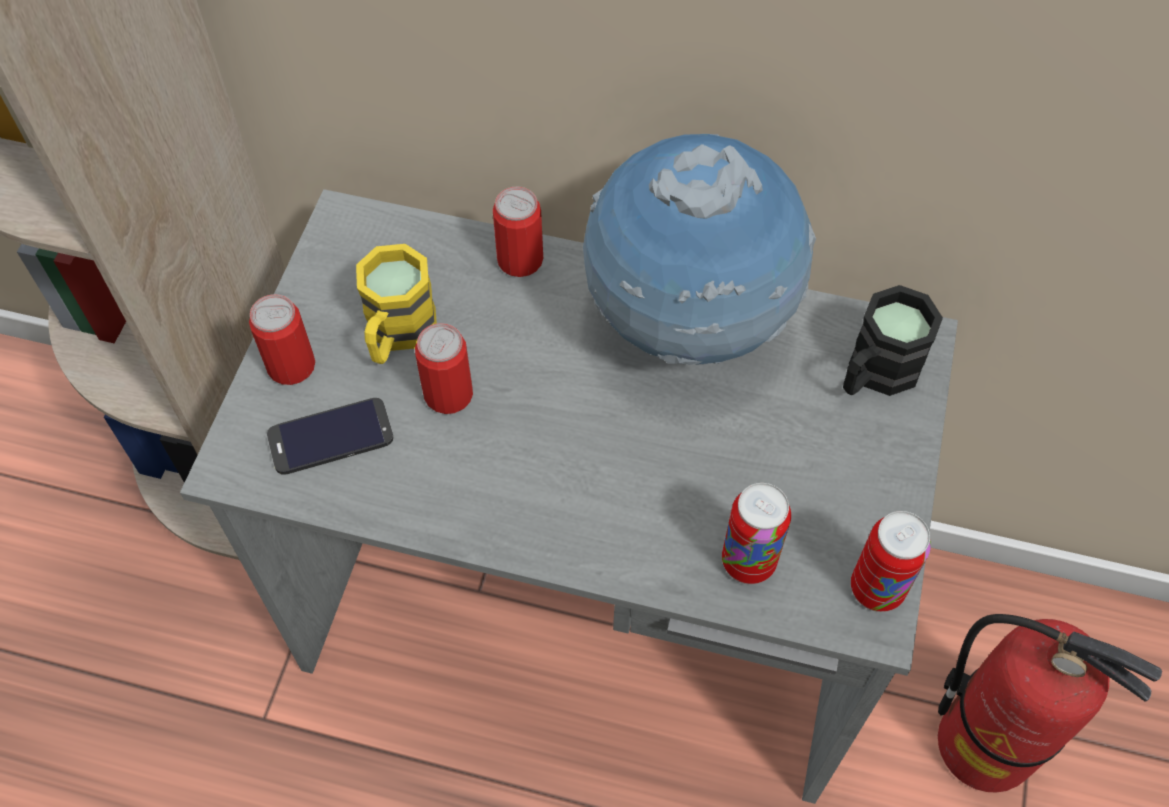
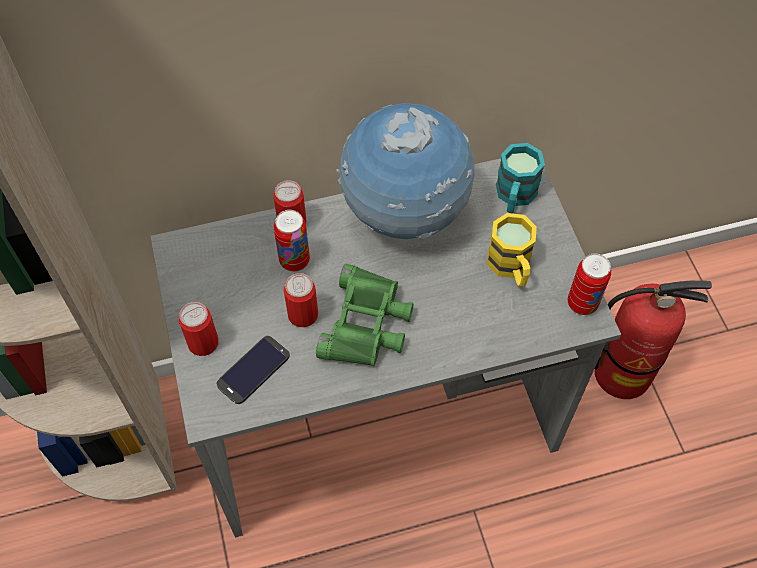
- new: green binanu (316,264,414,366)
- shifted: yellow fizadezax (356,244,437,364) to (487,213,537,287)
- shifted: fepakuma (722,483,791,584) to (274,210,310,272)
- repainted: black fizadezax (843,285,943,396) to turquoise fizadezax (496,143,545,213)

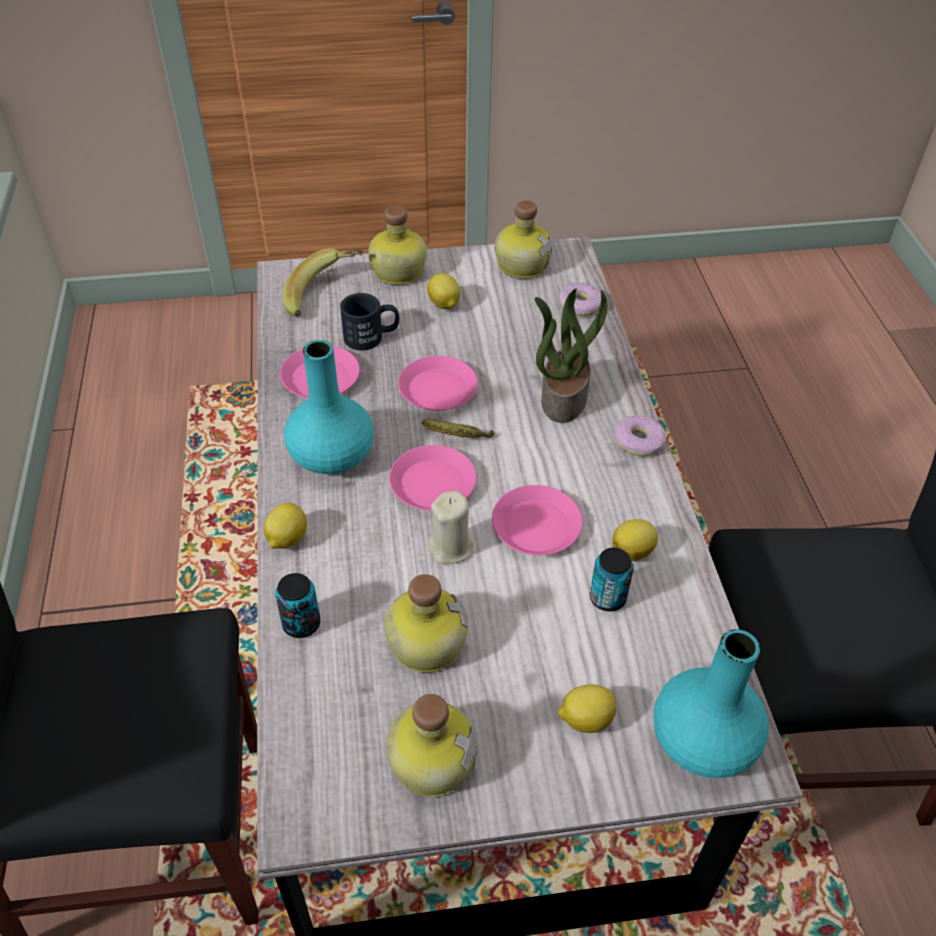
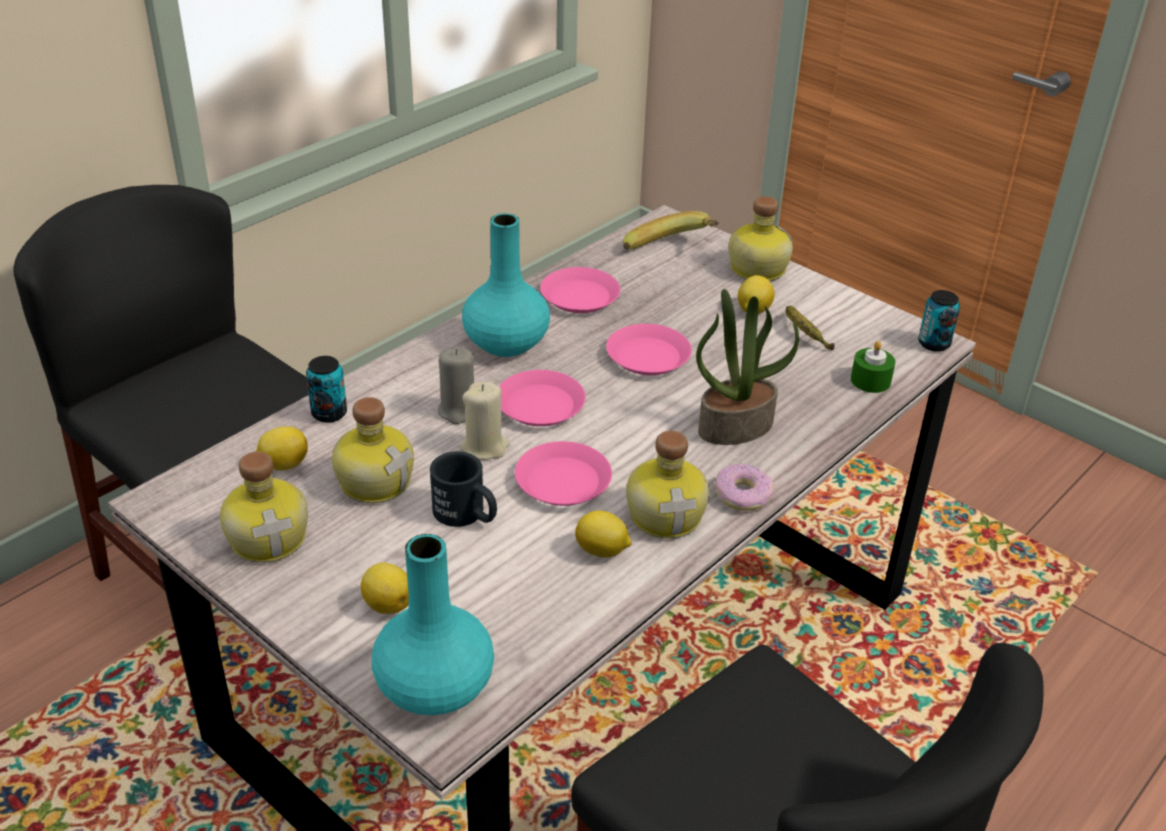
- new: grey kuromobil (438,347,474,424)
- shifted: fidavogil (263,502,307,549) to (255,426,308,470)
- shifted: black fizadezax (340,293,399,350) to (430,451,497,527)
- shifted: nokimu (421,419,494,438) to (786,306,835,350)
- shifted: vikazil (495,200,554,279) to (626,431,709,539)
- shifted: fepakuma (590,547,634,612) to (918,290,960,352)
- swapped: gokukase (559,282,601,316) to green kuromobil (851,341,895,393)

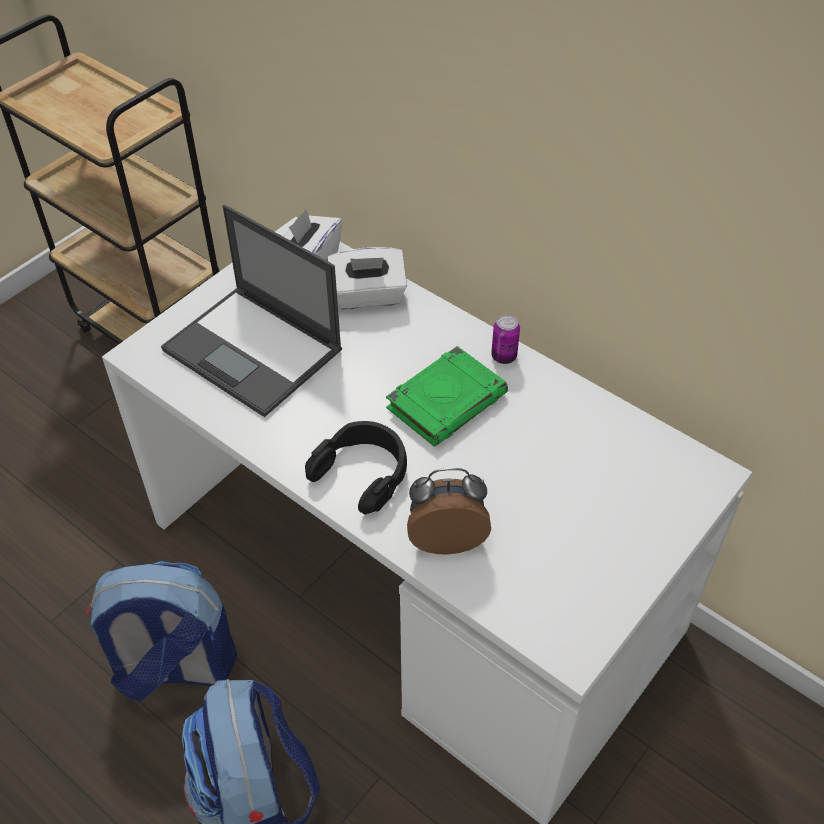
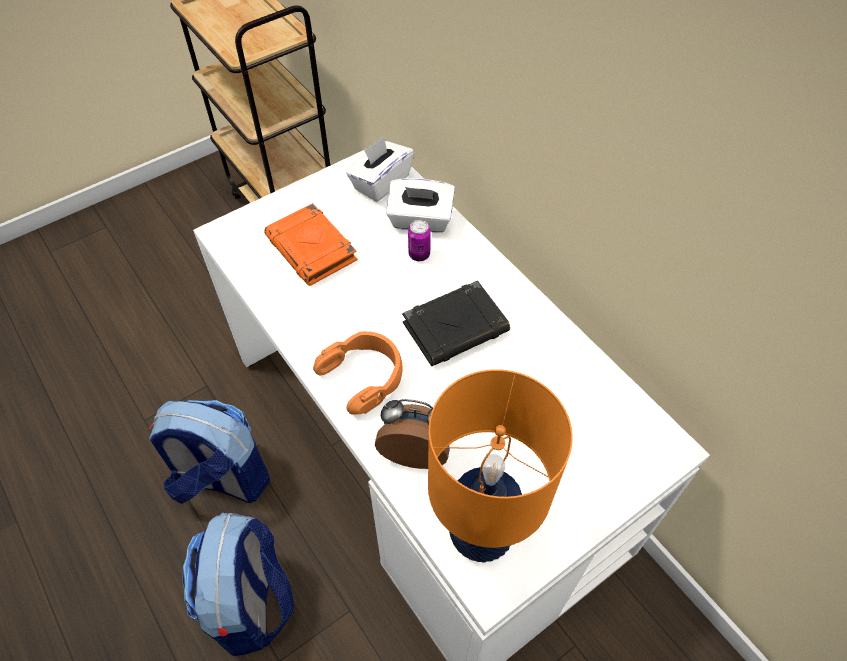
- new: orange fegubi (428,369,573,563)
- shifted: fepakuma (491,315,520,364) to (408,220,431,261)
- swapped: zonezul (161,205,342,417) to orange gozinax (264,203,357,286)
- repainted: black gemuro (305,421,407,514) to orange gemuro (313,331,402,415)
- repainted: green gozinax (386,346,508,447) to black gozinax (402,281,510,366)

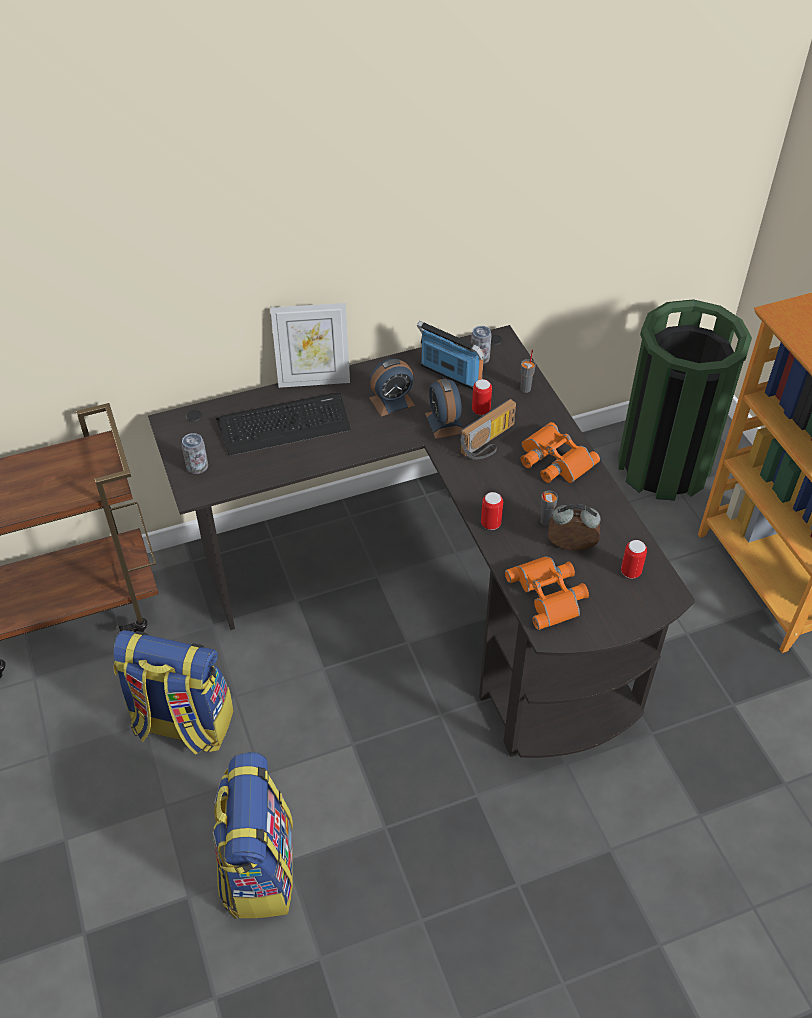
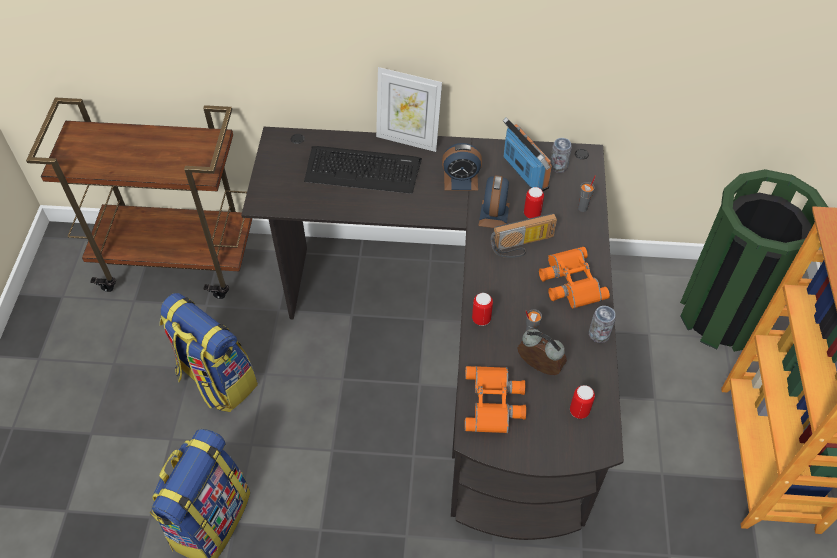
- shifted: fepakuma (182,433,208,474) to (589,306,616,343)

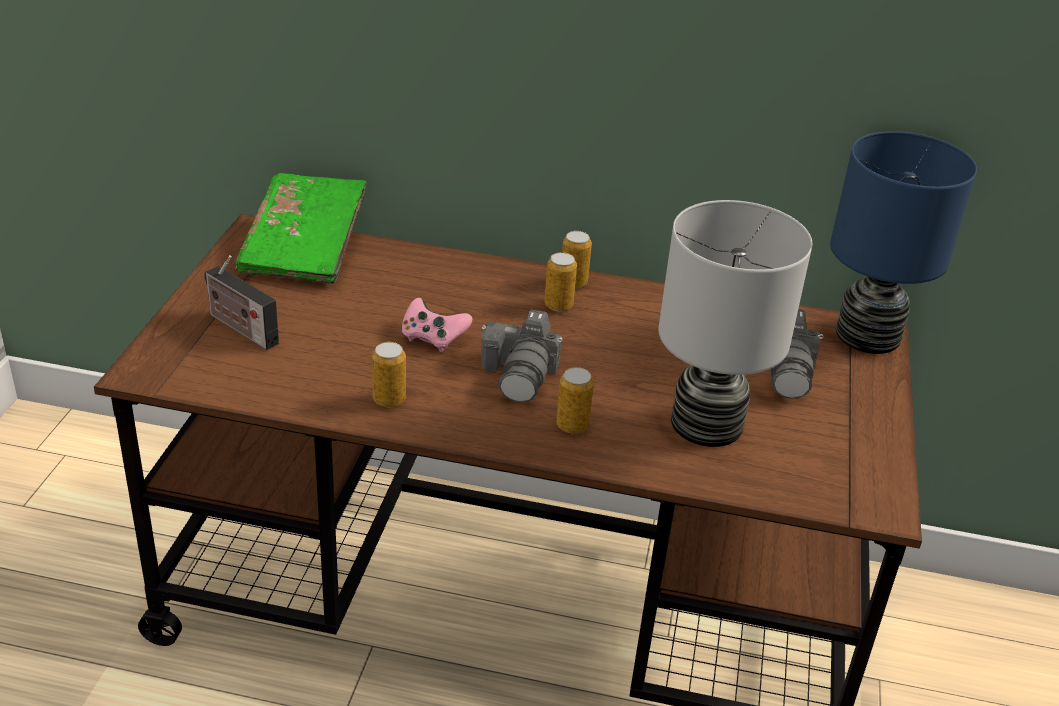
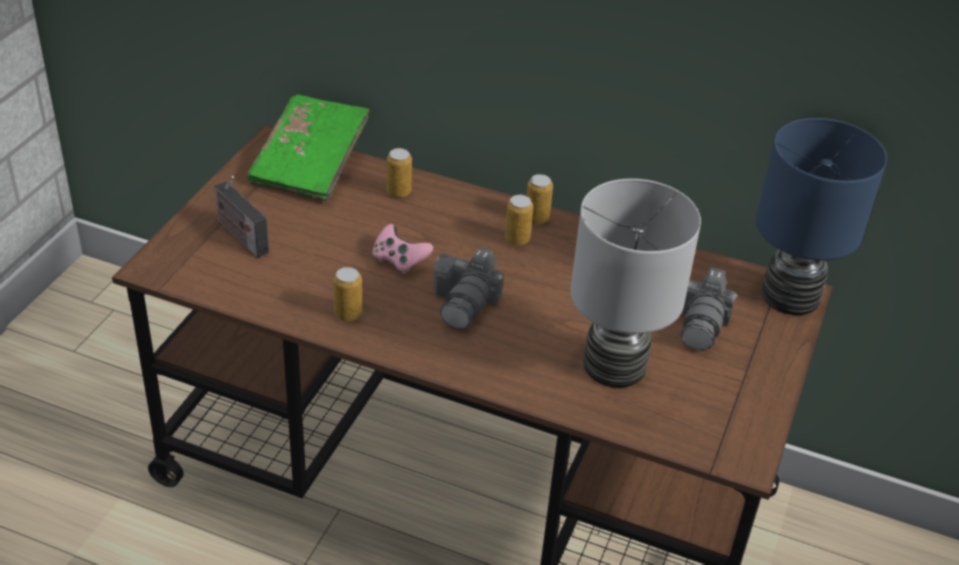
- shifted: fepakuma (556,367,594,434) to (387,148,412,198)

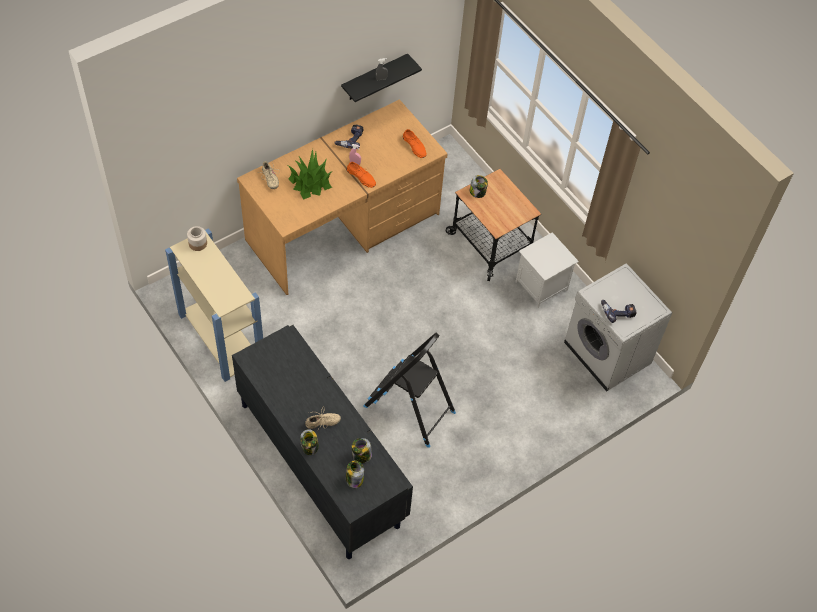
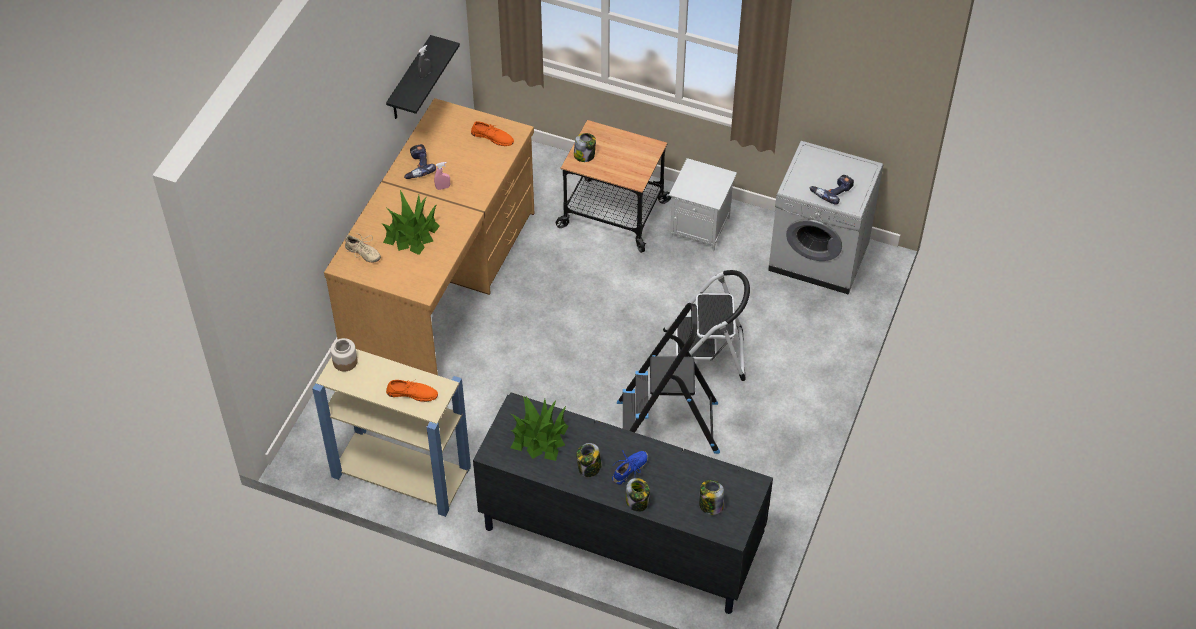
- new: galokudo (510,396,569,461)
- new: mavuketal (663,270,750,381)
- shifted: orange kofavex (347,162,376,188) to (386,380,438,402)
- shifted: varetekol (352,438,372,463) to (576,443,602,477)
- repainted: beige kofavex (305,406,341,430) to blue kofavex (612,450,648,485)

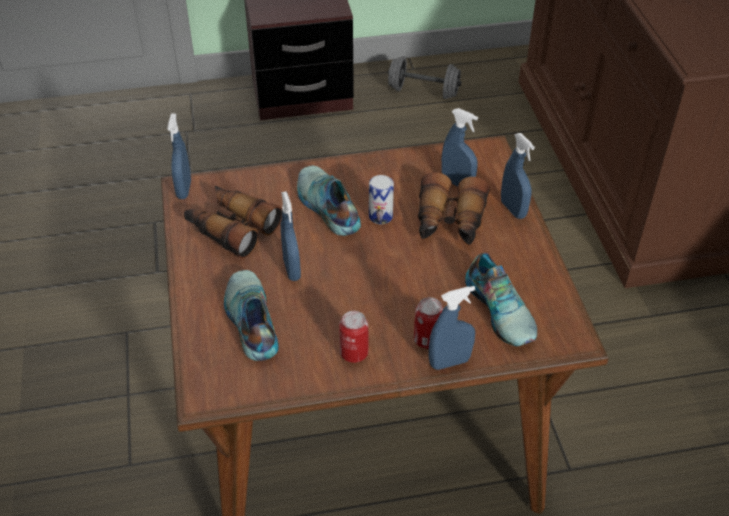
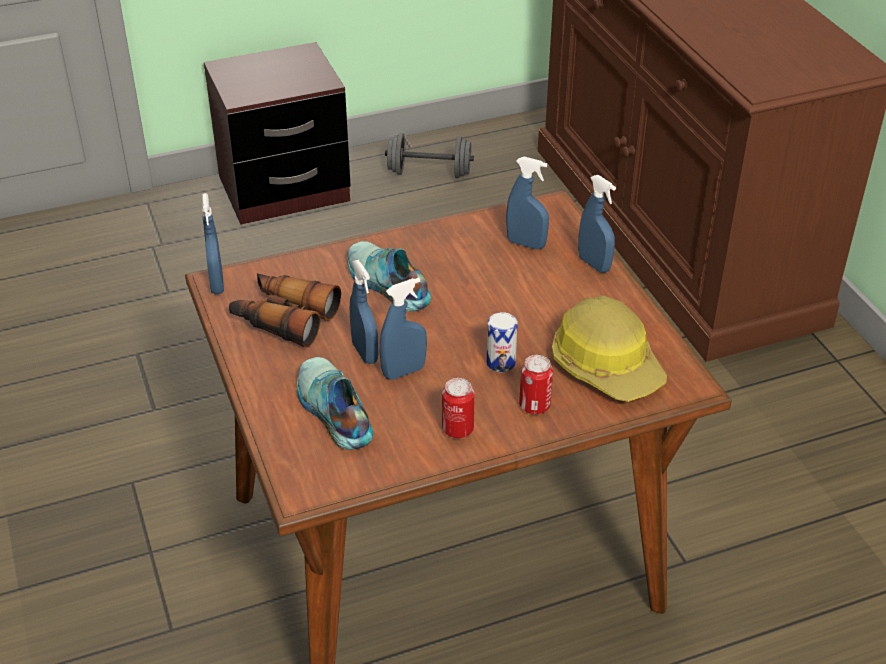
- gone: binanu (418,172,489,245)
- shifted: fepakuma (369,175,394,224) to (487,312,518,372)
- shifted: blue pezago (429,286,476,370) to (380,278,427,380)
- swapped: kofavex (465,253,537,346) to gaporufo (552,296,667,402)

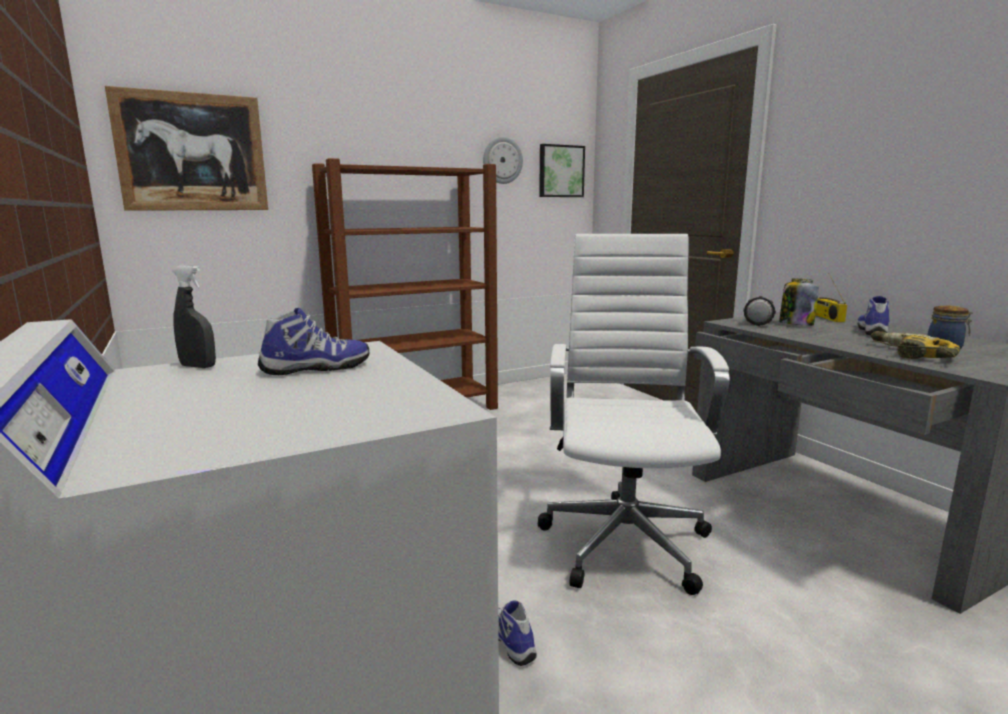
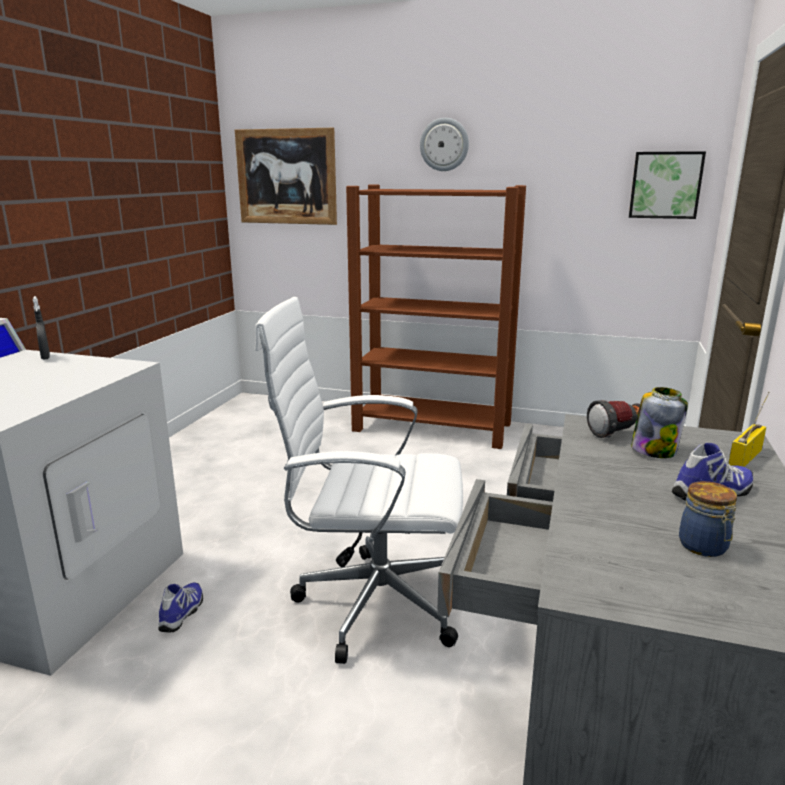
- gone: kofavex (258,308,370,375)
- gone: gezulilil (870,331,960,359)
- shifted: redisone (483,137,523,184) to (420,118,469,171)
- rotated: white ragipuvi (538,234,730,595) = (255,297,463,664) 135 degrees counterclockwise

